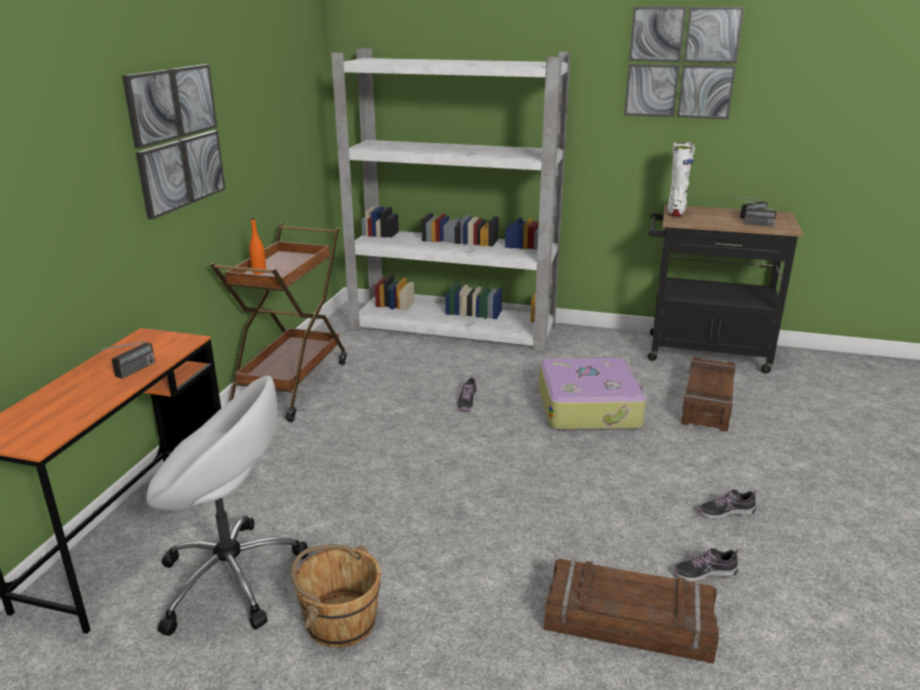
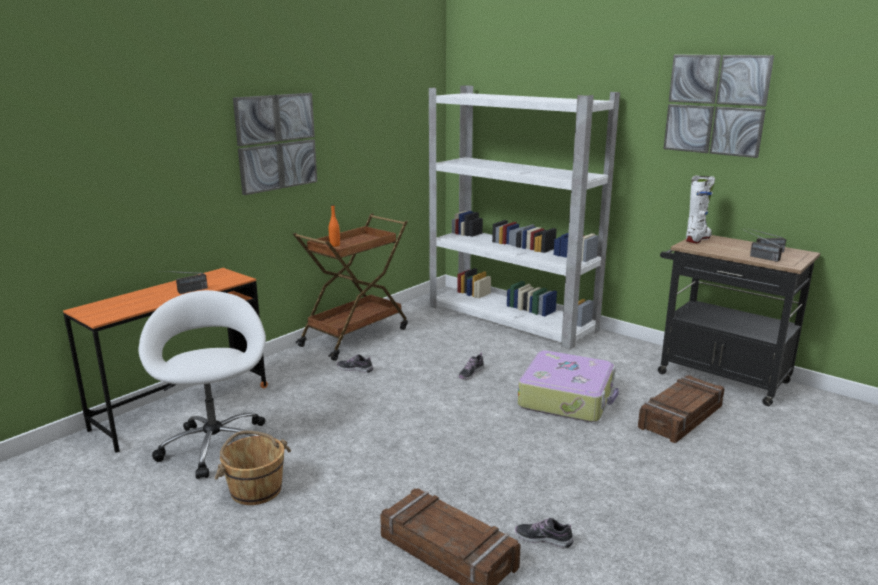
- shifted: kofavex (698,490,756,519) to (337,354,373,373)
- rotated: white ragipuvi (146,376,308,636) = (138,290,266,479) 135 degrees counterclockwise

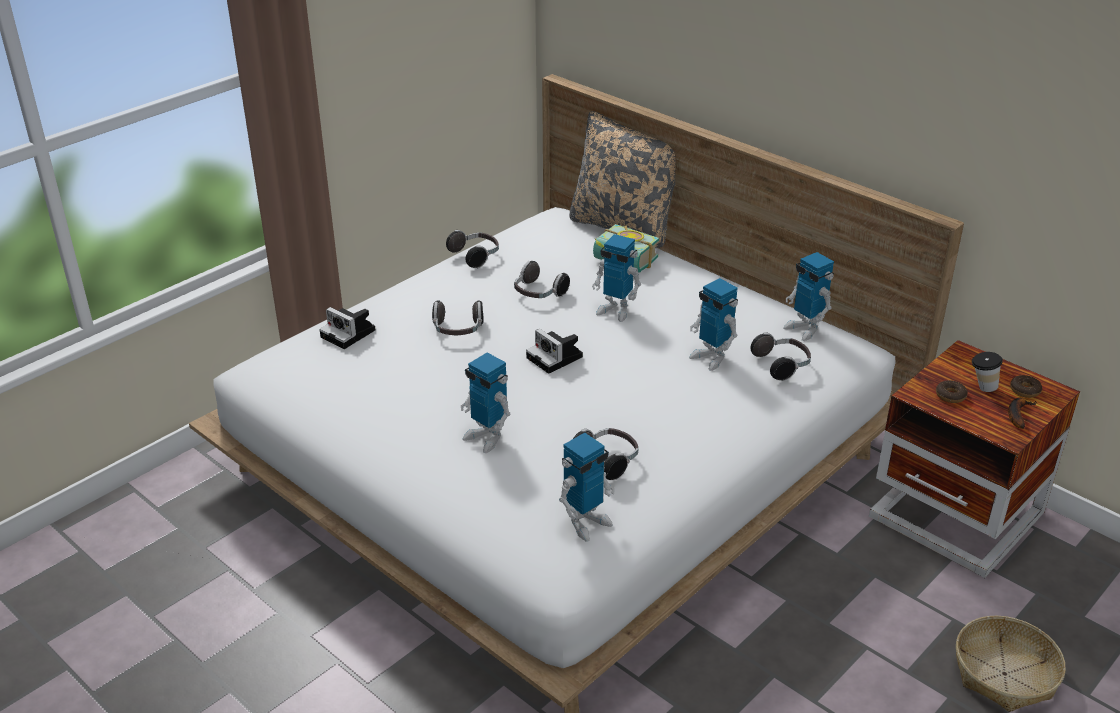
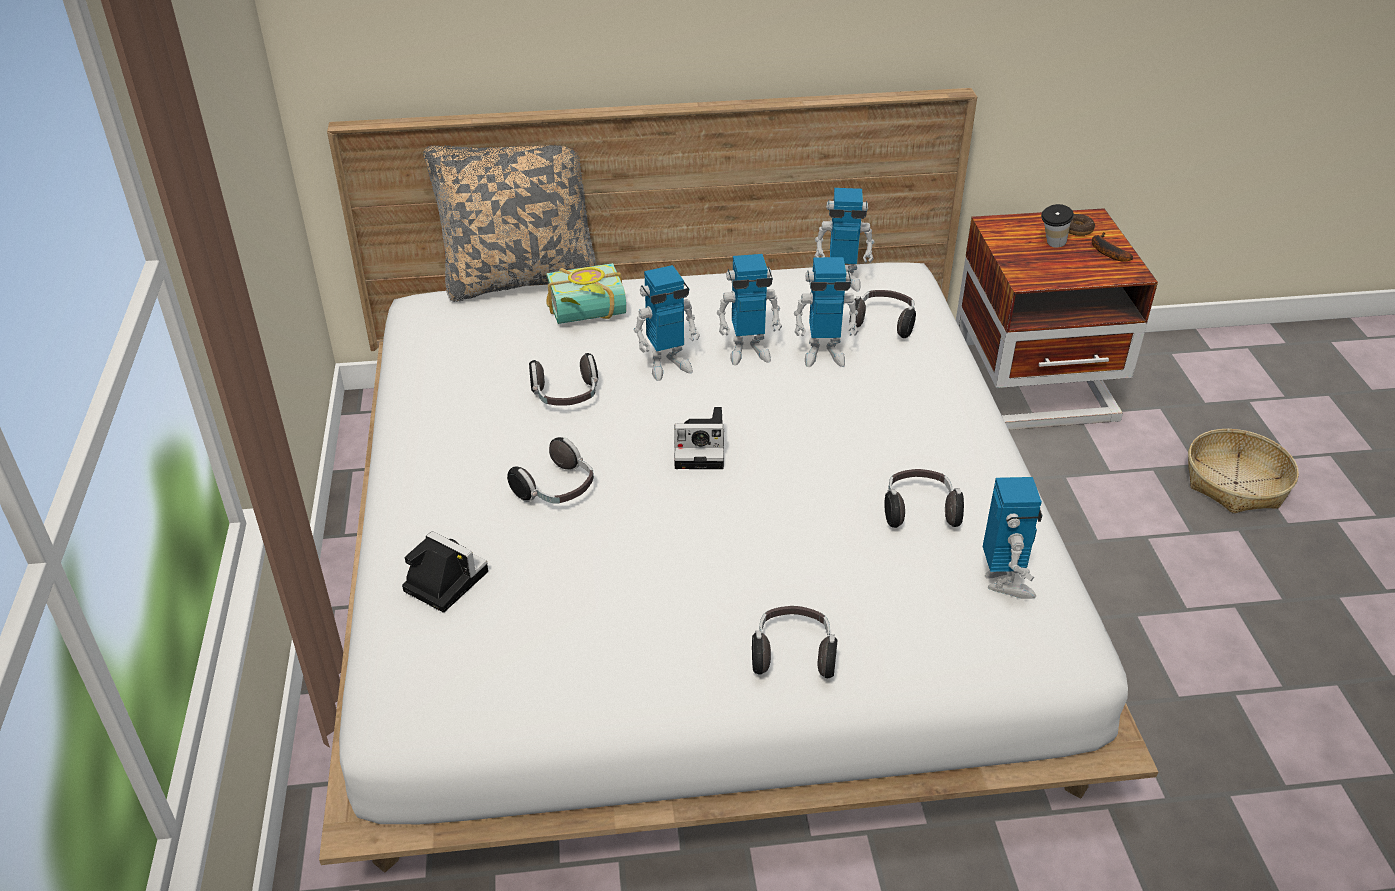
- gone: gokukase (936,380,968,403)
- shifted: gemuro (446,230,499,268) to (752,606,837,678)
- shifted: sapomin (461,353,510,453) to (717,254,782,366)
- rotated: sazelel (319,307,375,349) = (402,531,488,612) 135 degrees counterclockwise

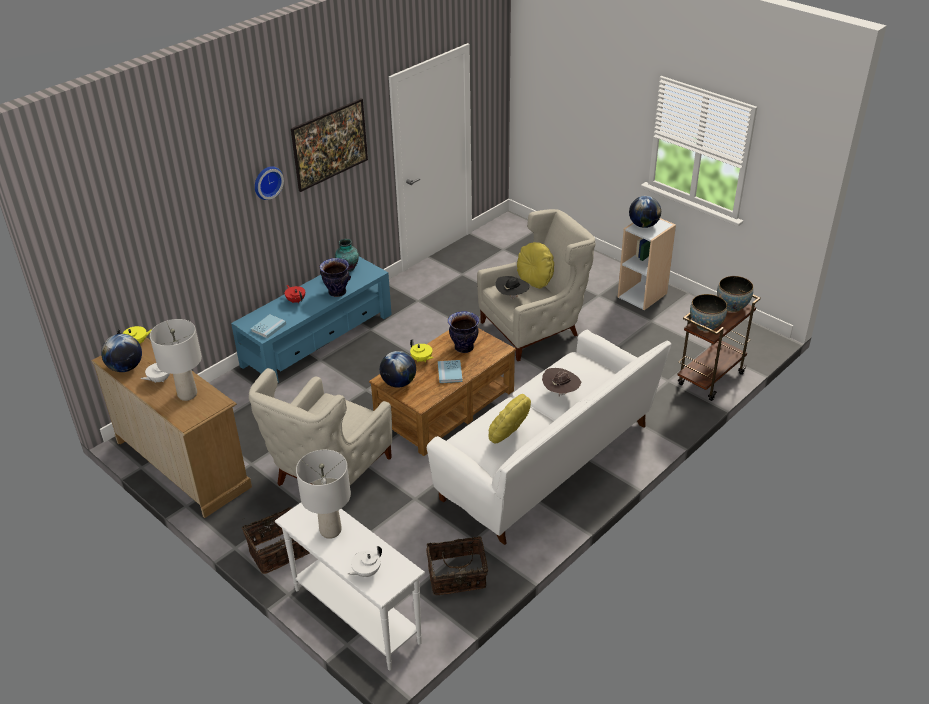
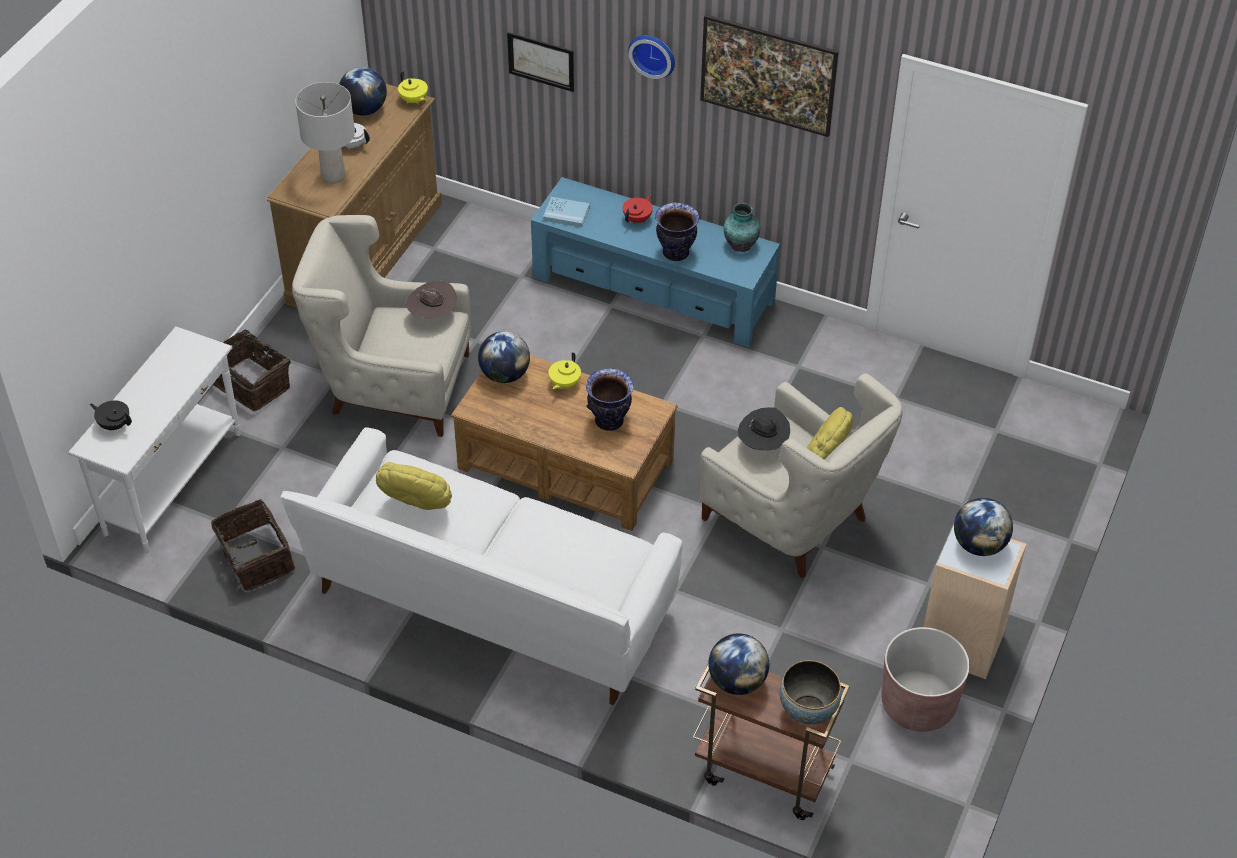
- gone: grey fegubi (296,450,351,539)
- gone: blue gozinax (438,360,463,383)
- new: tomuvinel (507,32,574,92)
- new: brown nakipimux (881,627,970,732)
- shifted: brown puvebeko (542,368,581,396) to (405,281,457,319)
- swapped: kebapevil (690,294,727,332) to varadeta (708,633,769,695)
- repainted: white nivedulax (347,546,382,577) to black nivedulax (90,400,132,431)

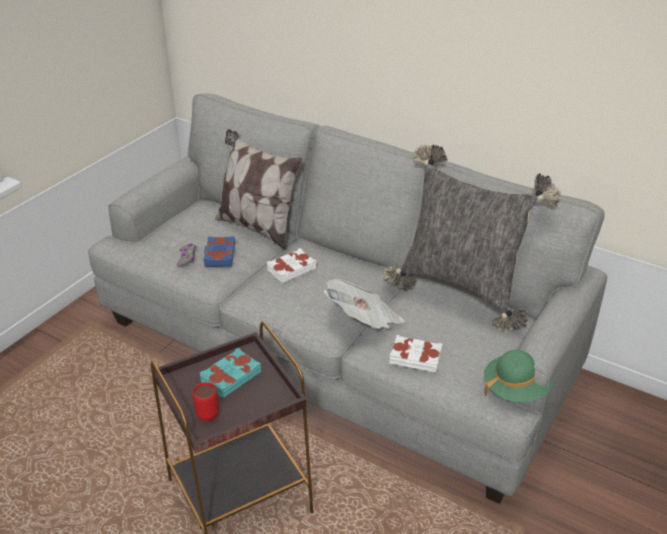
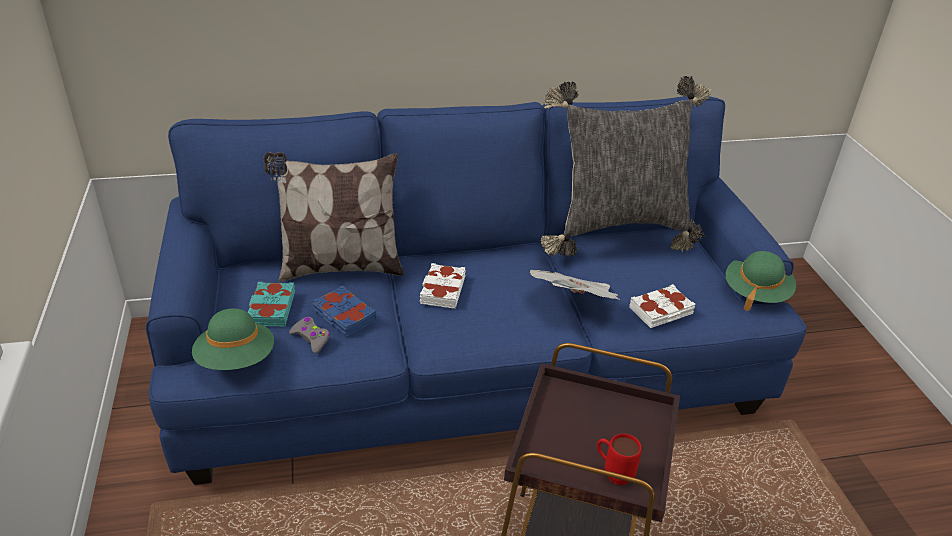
- new: green puvebeko (192,308,274,370)
- shifted: turquoise gozinax (200,348,261,398) to (248,282,295,327)
- repainted: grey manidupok (88,93,607,504) to blue manidupok (146,96,806,485)

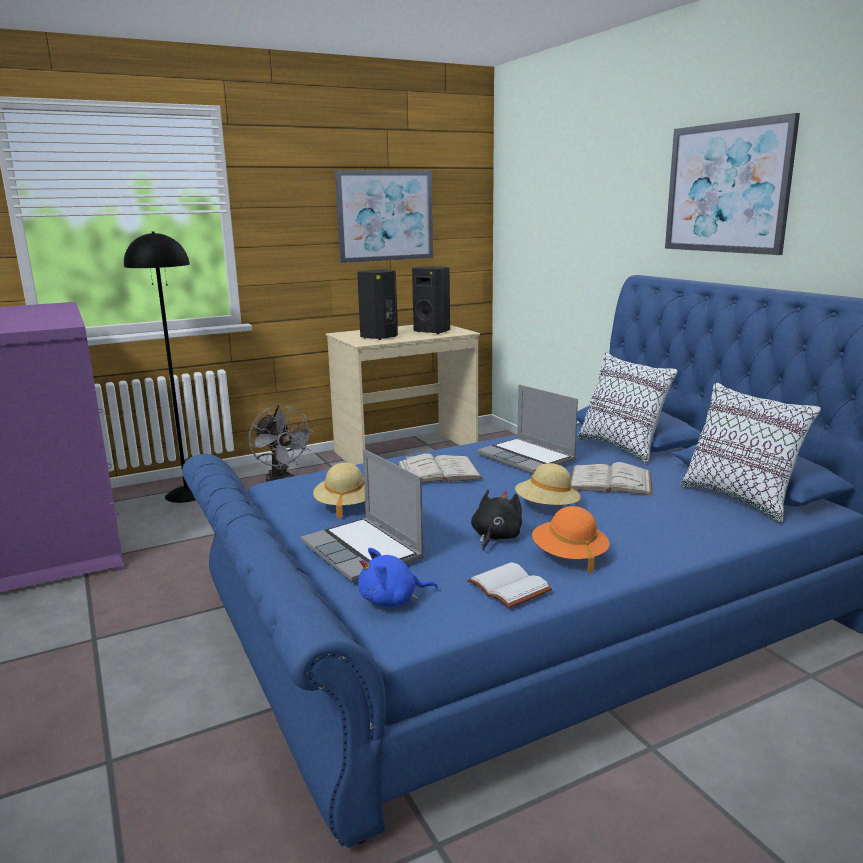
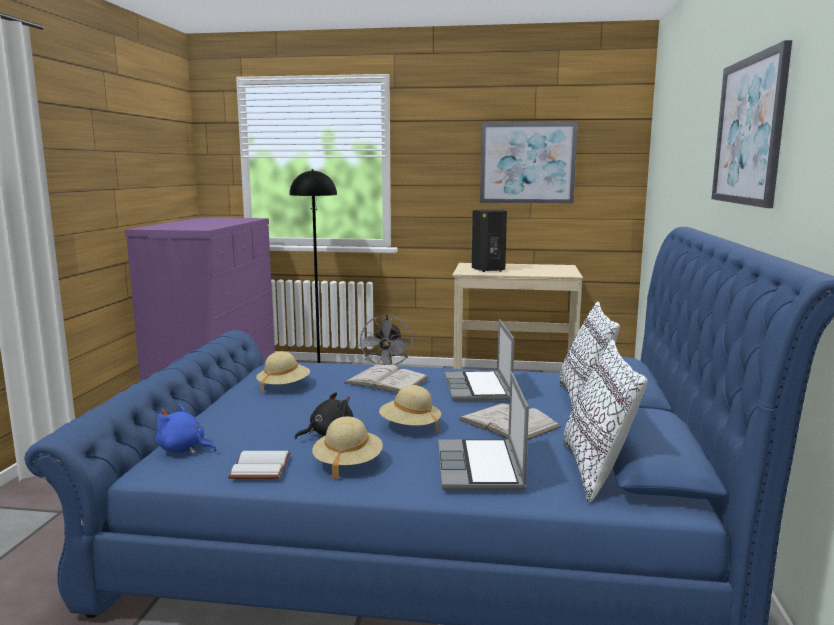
- gone: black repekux (412,266,450,334)
- shifted: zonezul (301,449,424,583) to (438,371,529,490)
- repainted: orange puvebeko (532,506,610,573) to beige puvebeko (312,416,383,480)

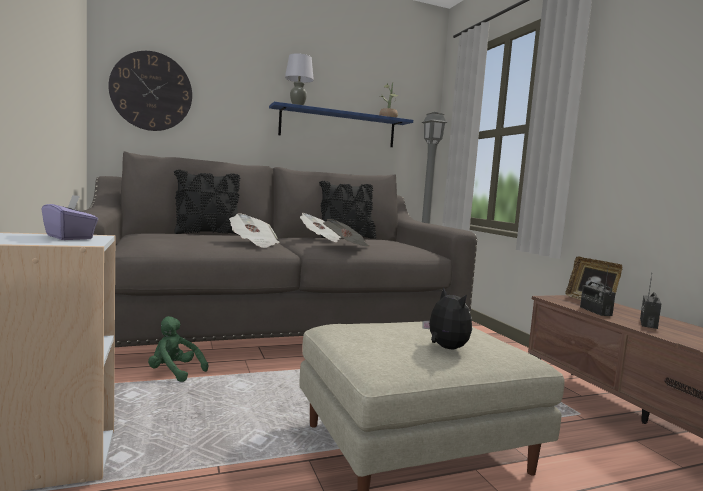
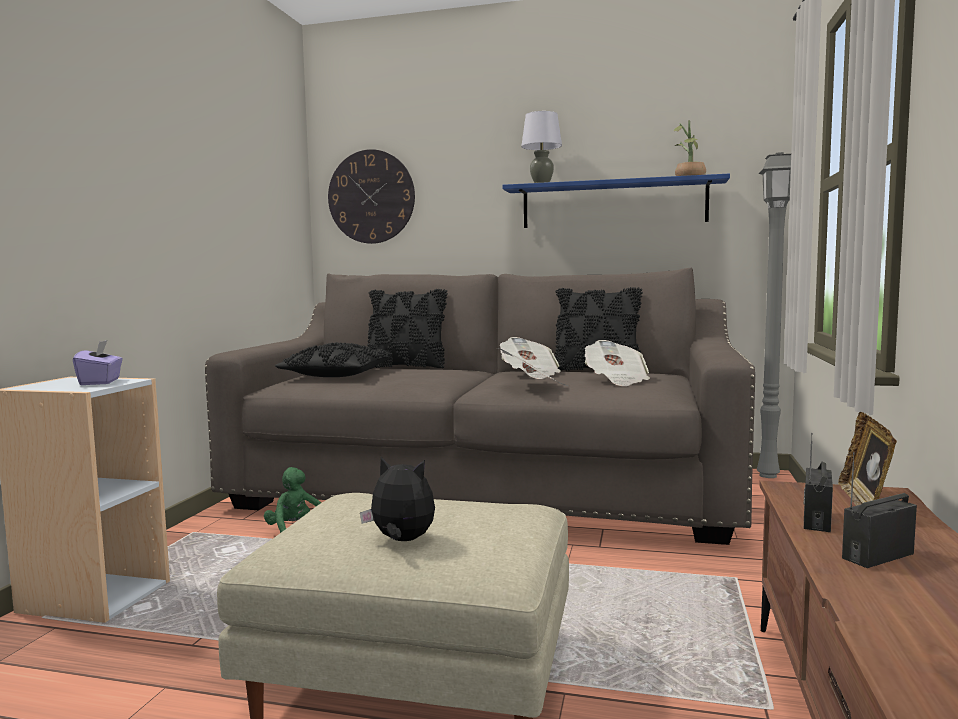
- new: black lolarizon (275,342,393,377)
- shifted: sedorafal (229,213,280,248) to (585,340,650,386)
- rotated: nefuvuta (422,287,472,349) = (360,457,435,541) 75 degrees counterclockwise

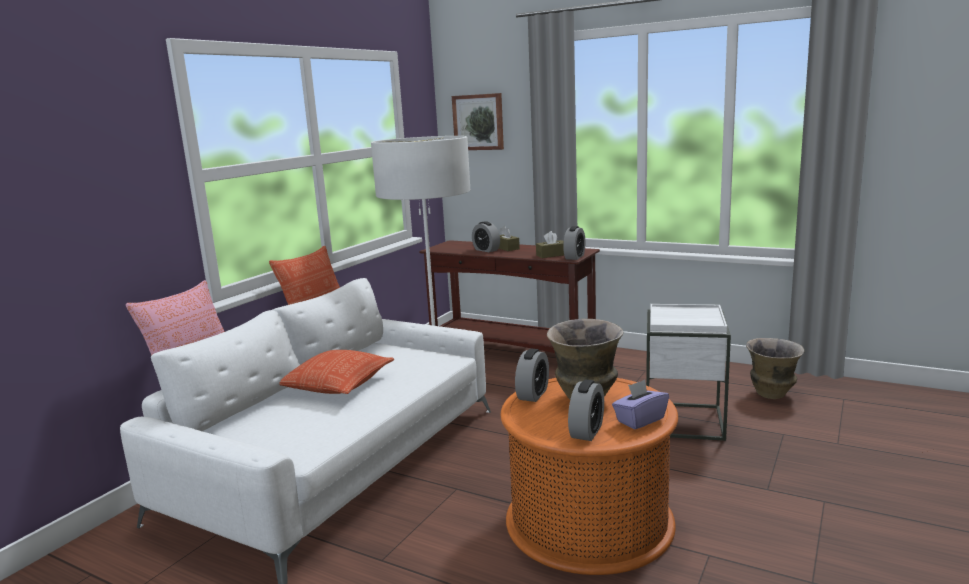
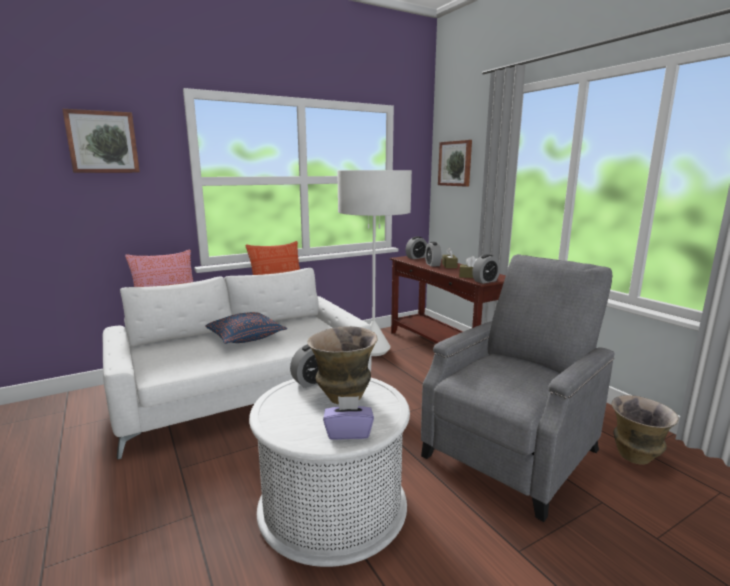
- new: tomuvinel (63,109,140,173)
- shifted: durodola (568,380,604,441) to (405,236,427,259)
- swapped: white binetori (646,304,731,441) to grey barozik (421,254,615,522)
- repainted: orange lolarizon (279,350,394,394) to blue lolarizon (206,312,287,344)
- repainted: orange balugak (501,378,678,575) to white balugak (249,378,410,567)

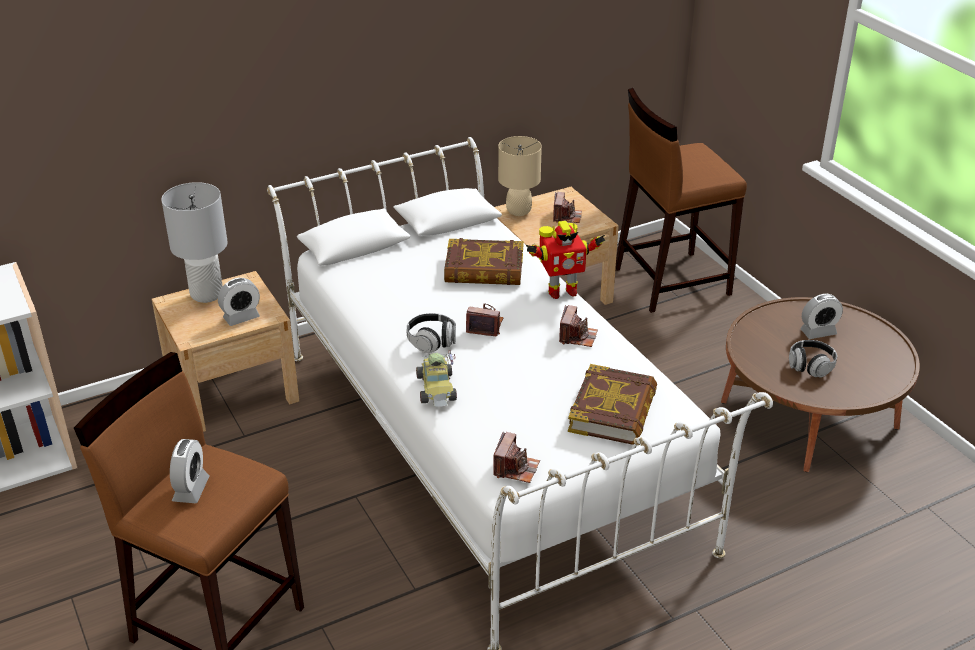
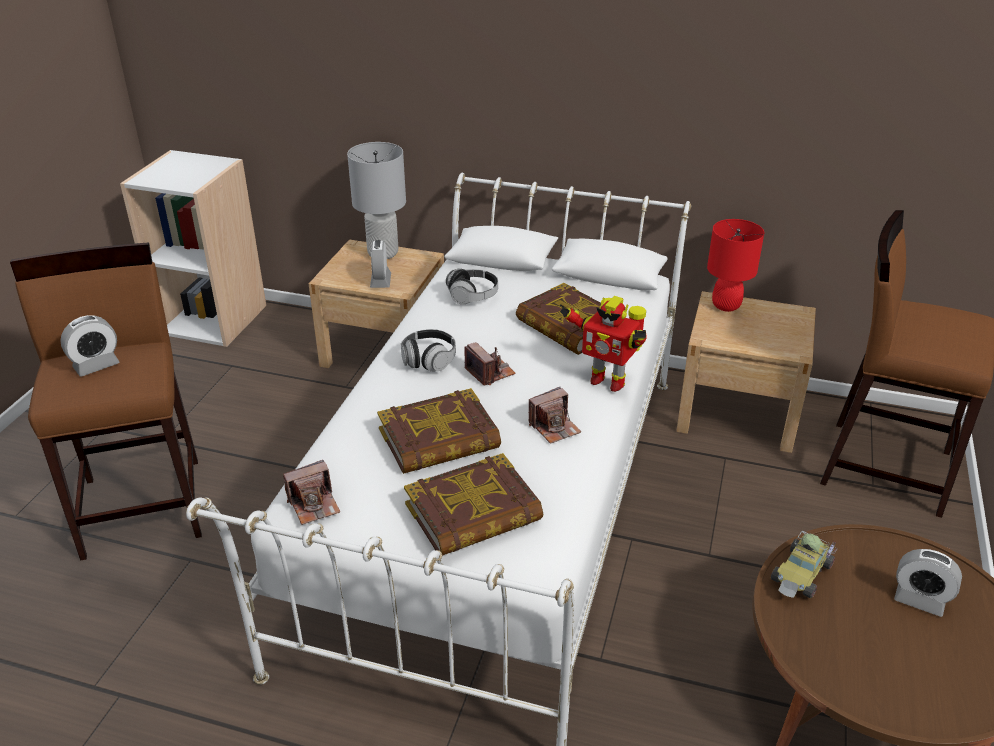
- gone: sazelel (553,192,582,223)
- new: gozinax (377,388,501,474)
- shifted: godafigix (416,351,457,407) to (771,531,838,598)
- shifted: gemuro (789,340,837,378) to (446,268,498,304)
- repainted: beige fegubi (498,136,542,216) to red fegubi (707,219,764,312)
- rotated: durodola (218,278,260,326) = (370,240,391,288) 75 degrees clockwise

